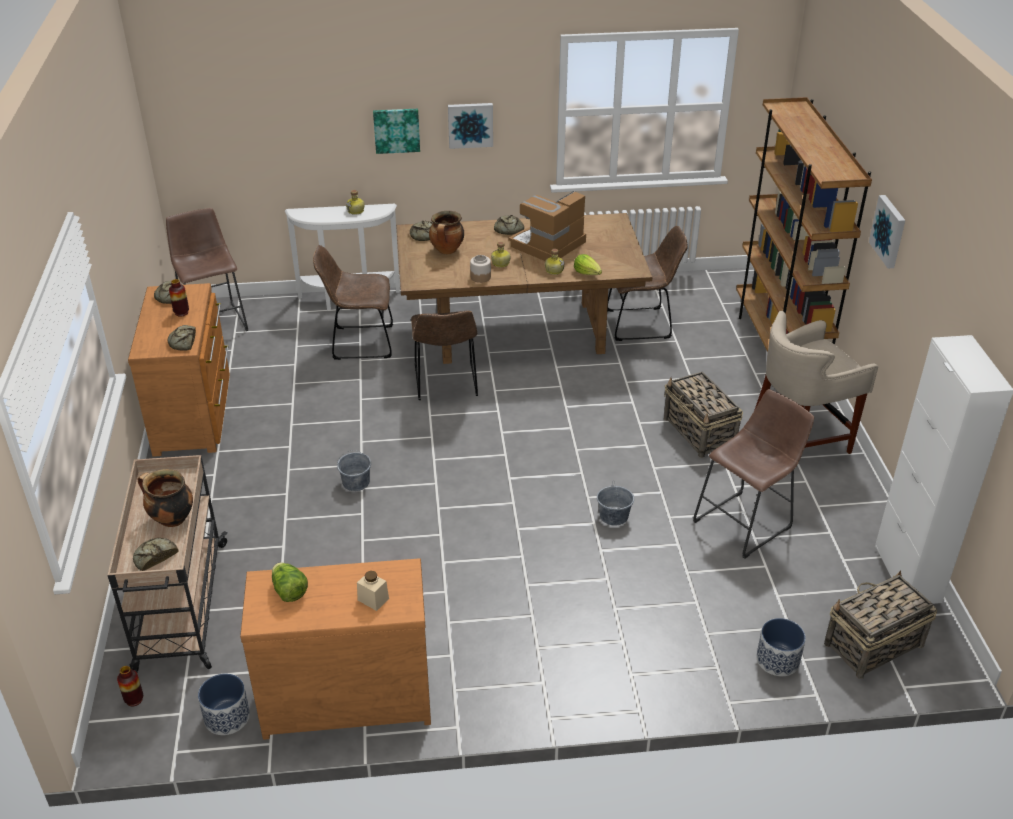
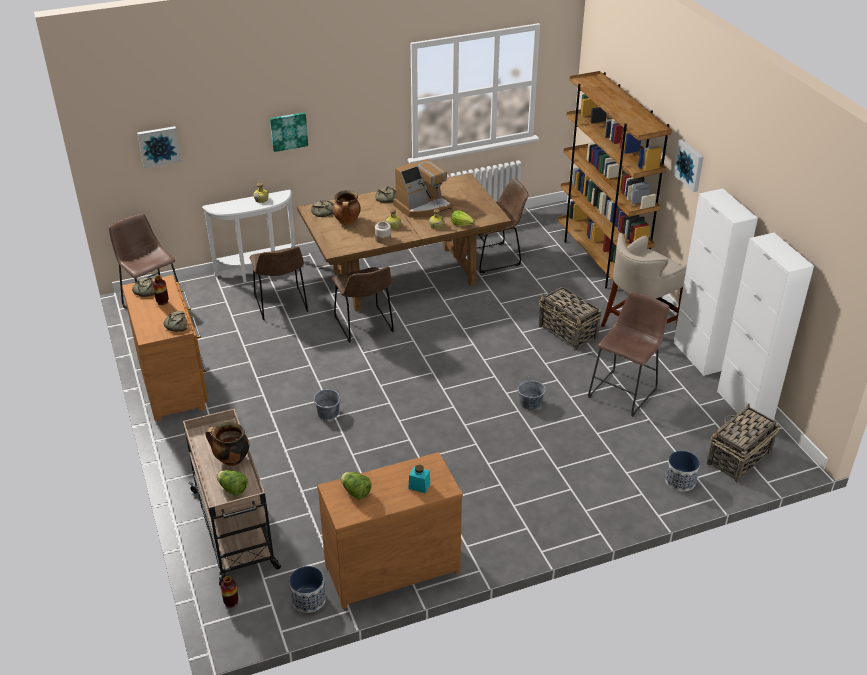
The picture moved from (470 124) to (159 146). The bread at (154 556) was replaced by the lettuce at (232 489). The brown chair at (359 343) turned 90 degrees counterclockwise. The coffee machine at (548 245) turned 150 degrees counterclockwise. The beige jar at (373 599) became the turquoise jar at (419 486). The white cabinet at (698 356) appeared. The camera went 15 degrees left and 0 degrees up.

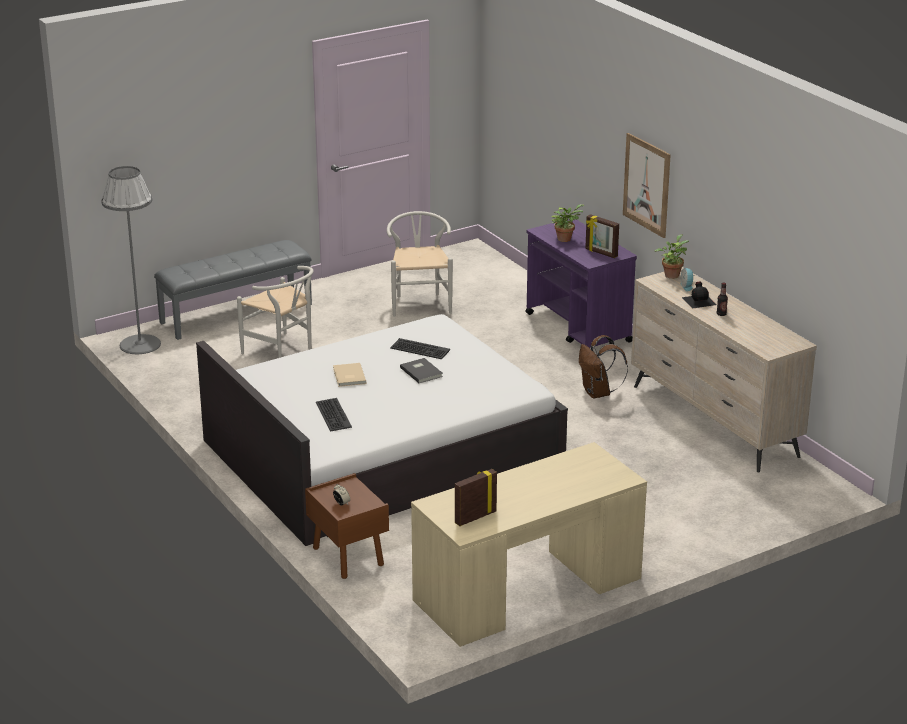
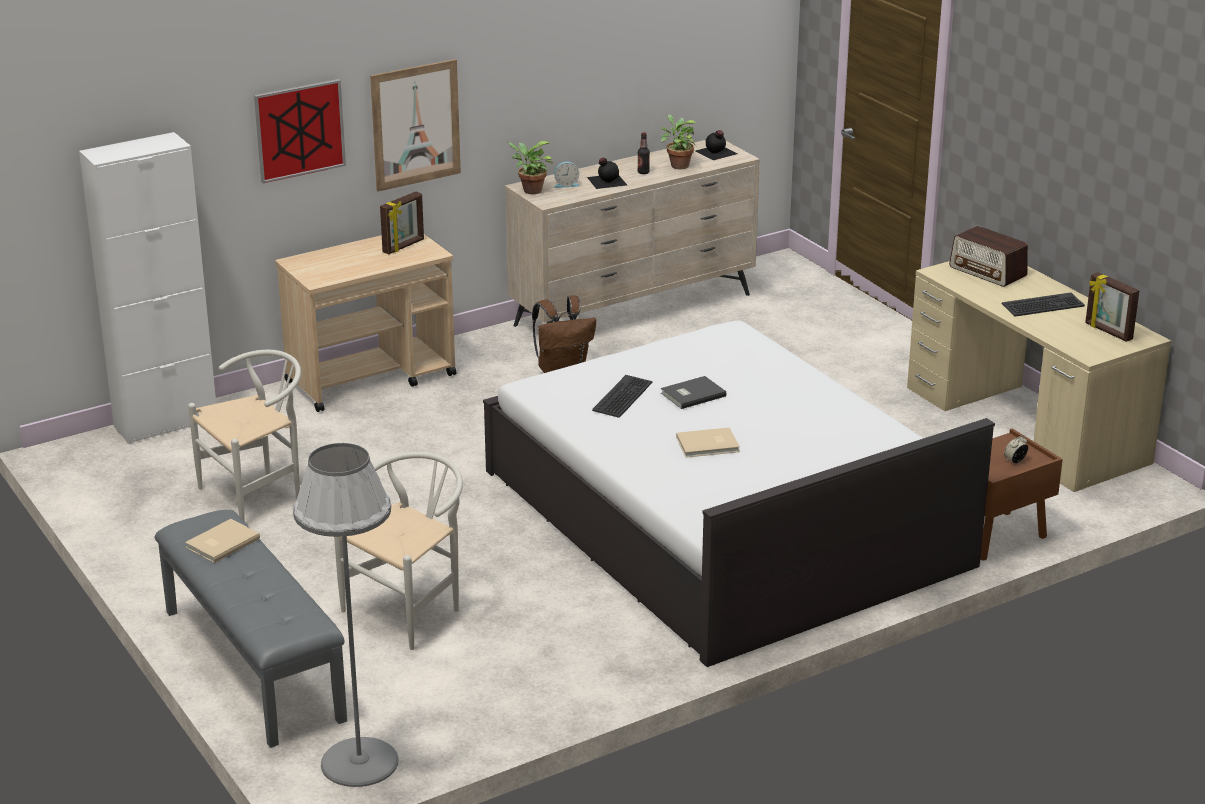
The white cabinet at (166 423) appeared. The beige book at (221 543) appeared. The white chair at (419 303) turned 150 degrees clockwise. The picture at (299 130) appeared. The purple cart at (578 328) became the beige cart at (372 378). The potted plant moved from (565 238) to (678 165). The black bottle at (716 152) appeared. The radio at (988 272) appeared. The keyboard moved from (333 415) to (1043 306). The camera went 90 degrees left and 0 degrees up.

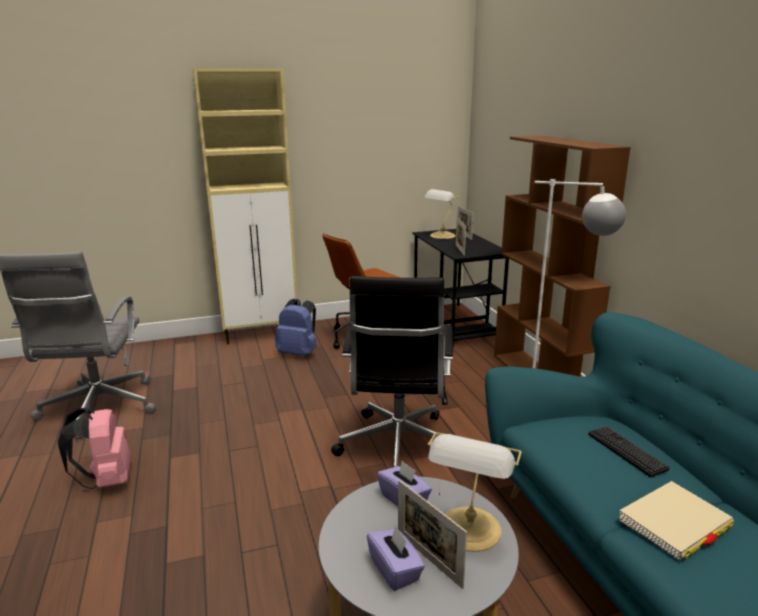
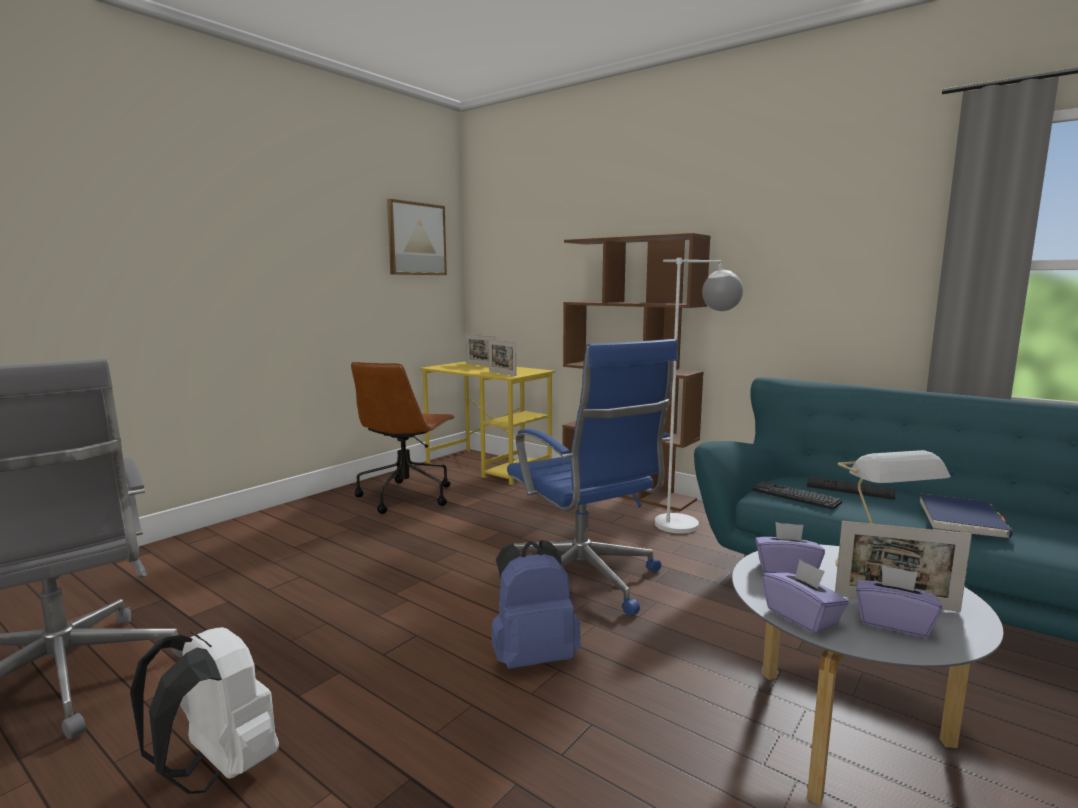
The pink backpack at (107 480) became the white backpack at (219 769). The picture at (416 239) appeared. The black desk at (455 324) became the yellow desk at (488 466). The blue backpack moved from (299 353) to (533 657). The black office chair at (398 448) became the blue office chair at (584 581). The keyboard at (795 496) appeared. The purple tissue box at (802 617) appeared. The beige book at (674 523) became the blue book at (961 520). The beige cabinet at (262 334) disappeared. The table lamp at (441 236) disappeared. The camera went 35 degrees left and 10 degrees down.

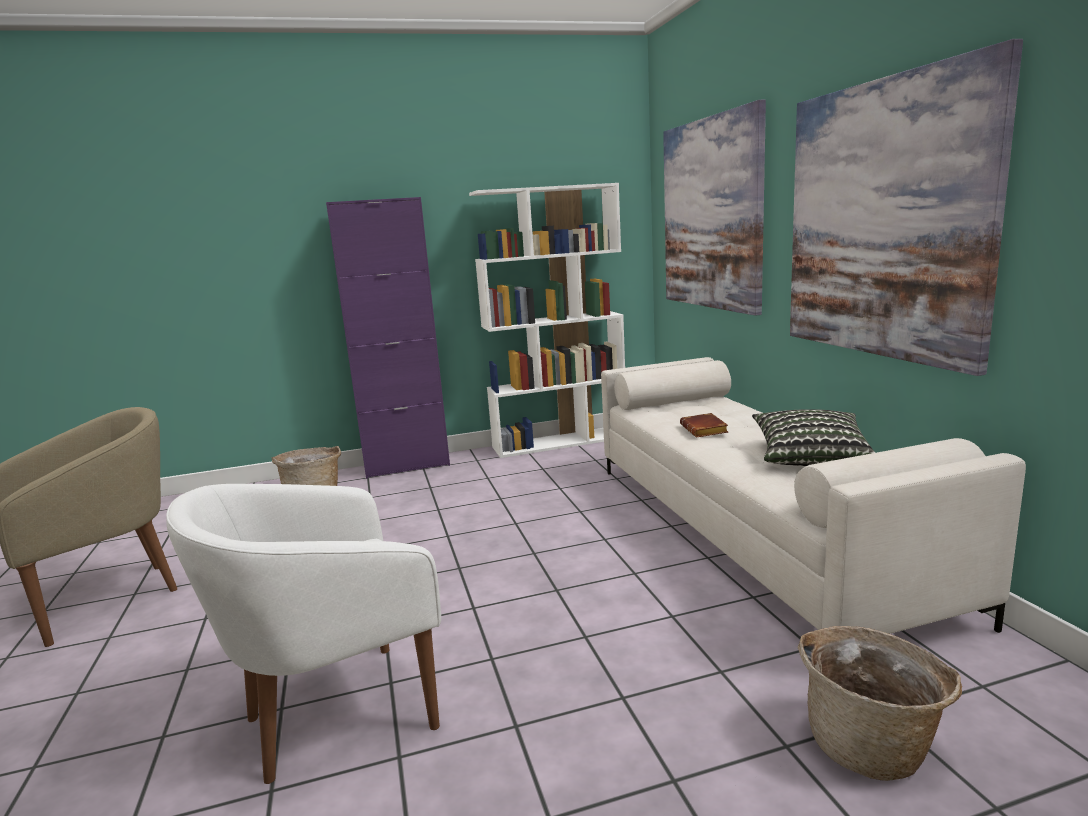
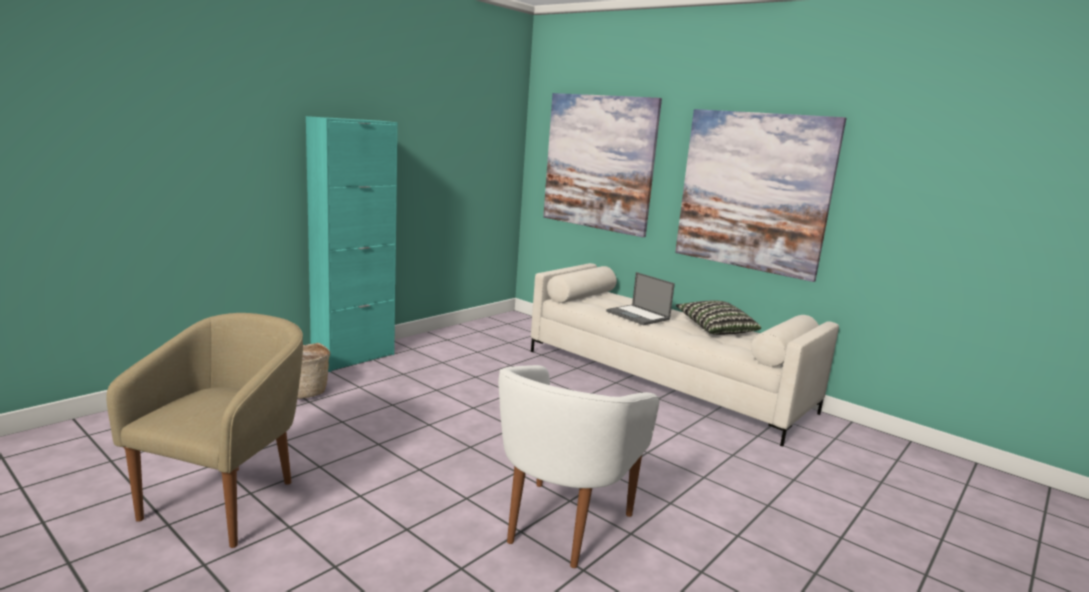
The purple cabinet at (407 466) became the turquoise cabinet at (353 358). The brown book at (705 430) was replaced by the laptop at (638 315). The white bookcase at (560 442) disappeared. The basket at (871 745) disappeared. The camera went 35 degrees left and 0 degrees up.

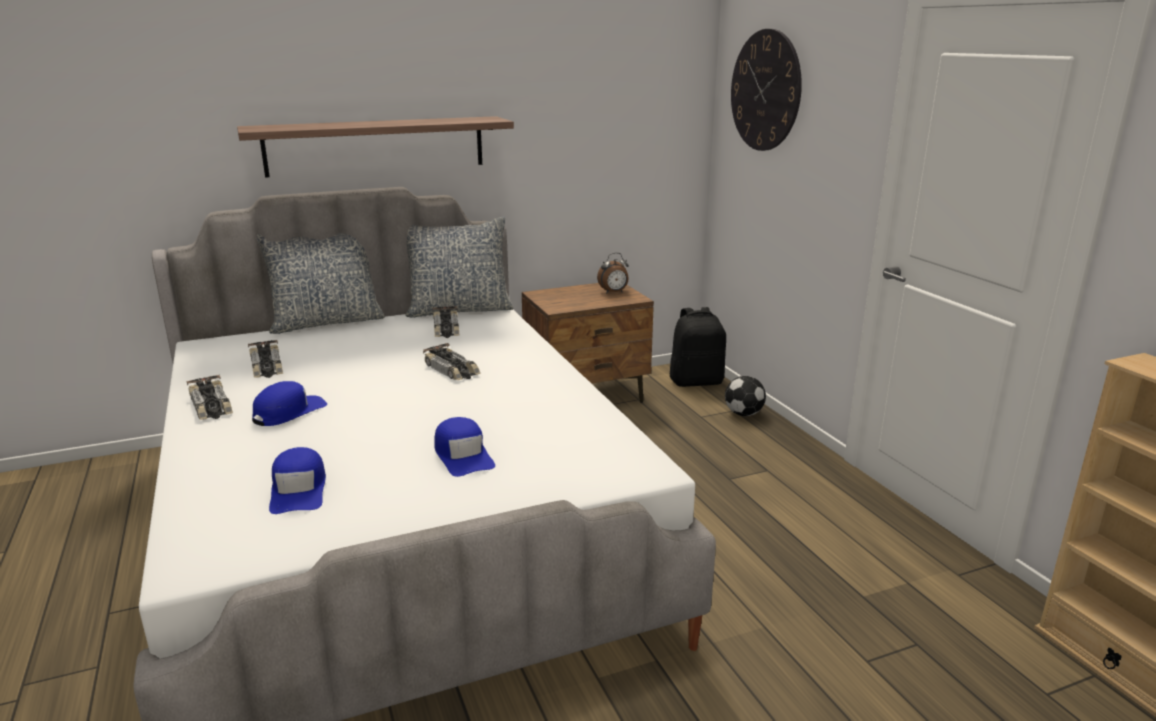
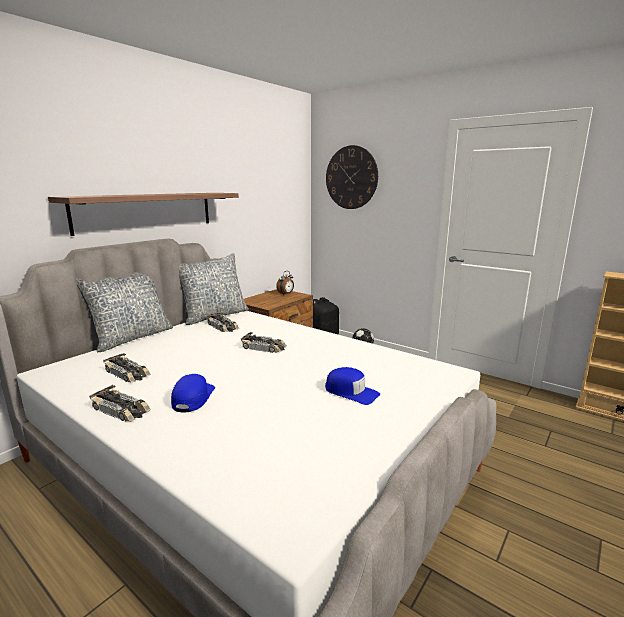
The blue cap at (299 490) disappeared. The camera went 30 degrees left and 5 degrees down.

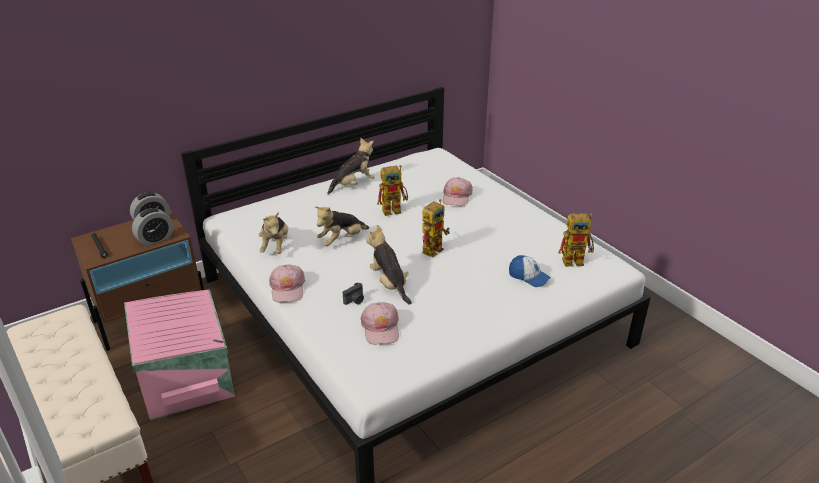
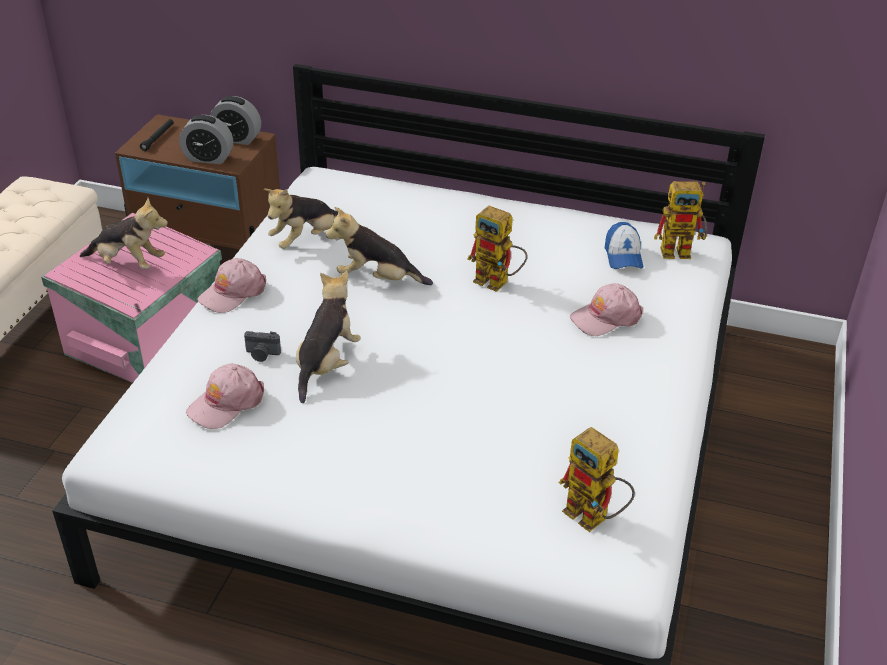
The plush toy moved from (353 185) to (128 263). The cap moved from (528 277) to (623 256). The toy robot moved from (434 248) to (682 251). The camera went 50 degrees right and 5 degrees up.

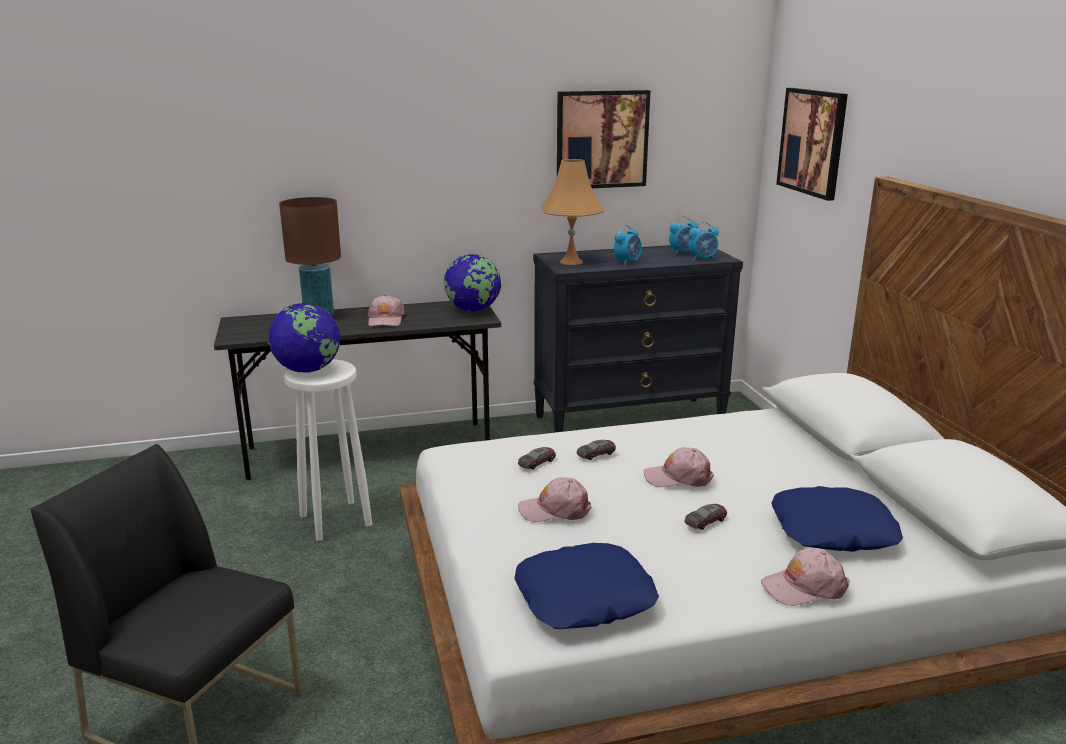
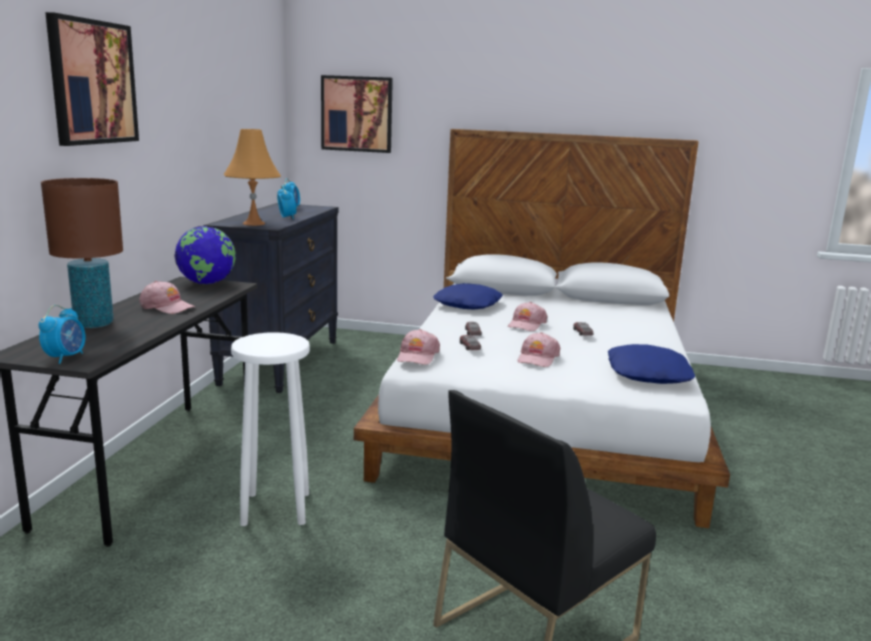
The alarm clock moved from (702 259) to (66 357). The picture moved from (601 139) to (92 82). The pink cap moved from (804 587) to (417 356). The blue pillow moved from (833 531) to (468 304). The globe at (308 370) disappeared. The camera went 65 degrees left and 5 degrees down.

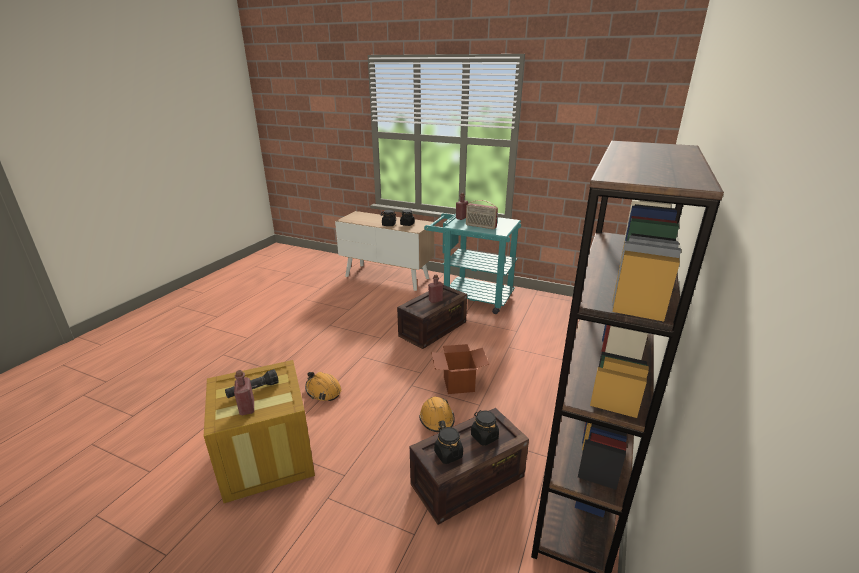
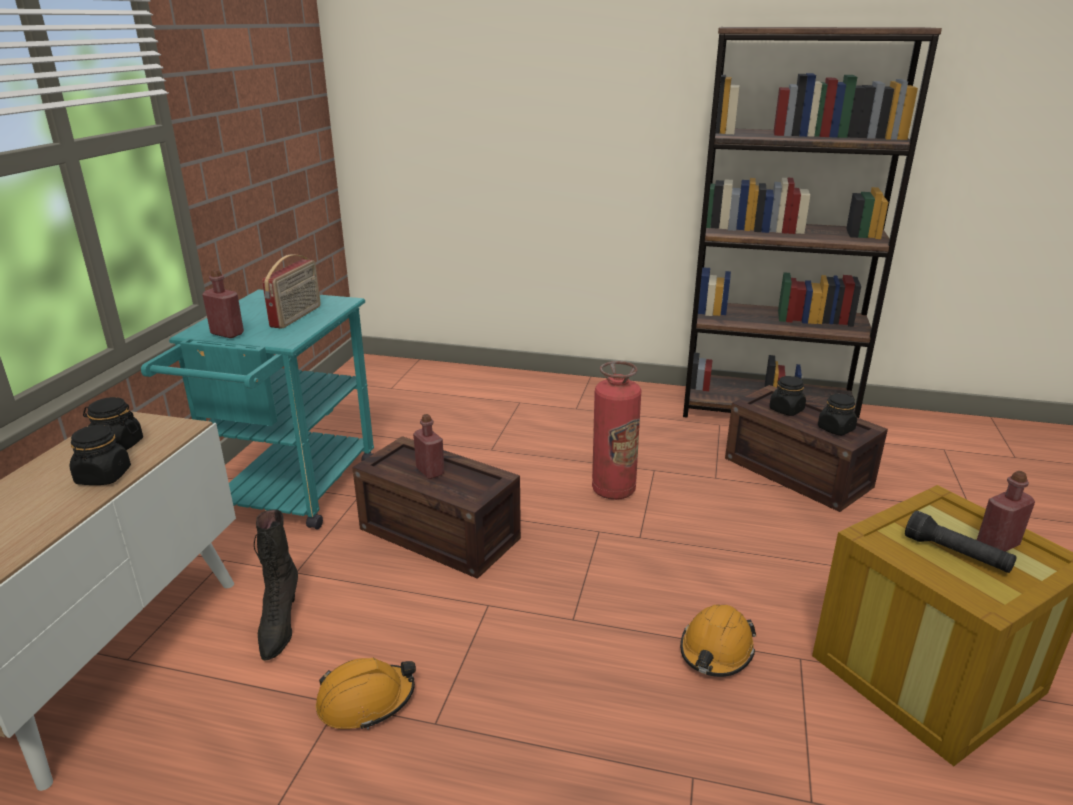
The black boot at (279 626) appeared. The orange hard hat moved from (437 419) to (366 701). The cardboard box at (459 384) was replaced by the fire extinguisher at (613 490). The camera went 100 degrees left and 0 degrees up.

